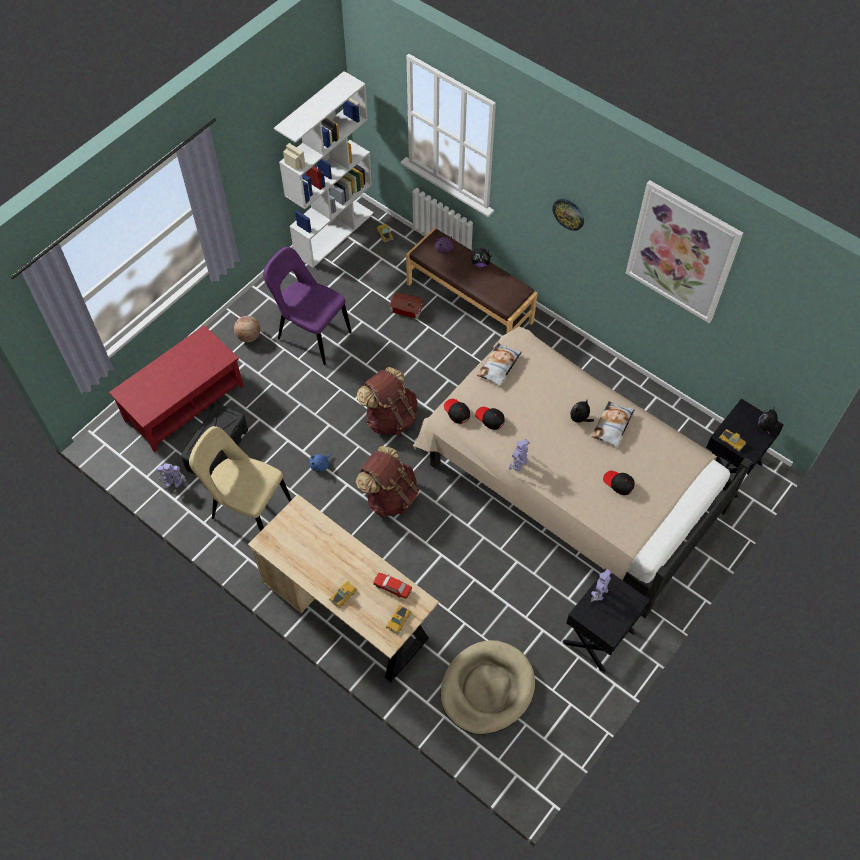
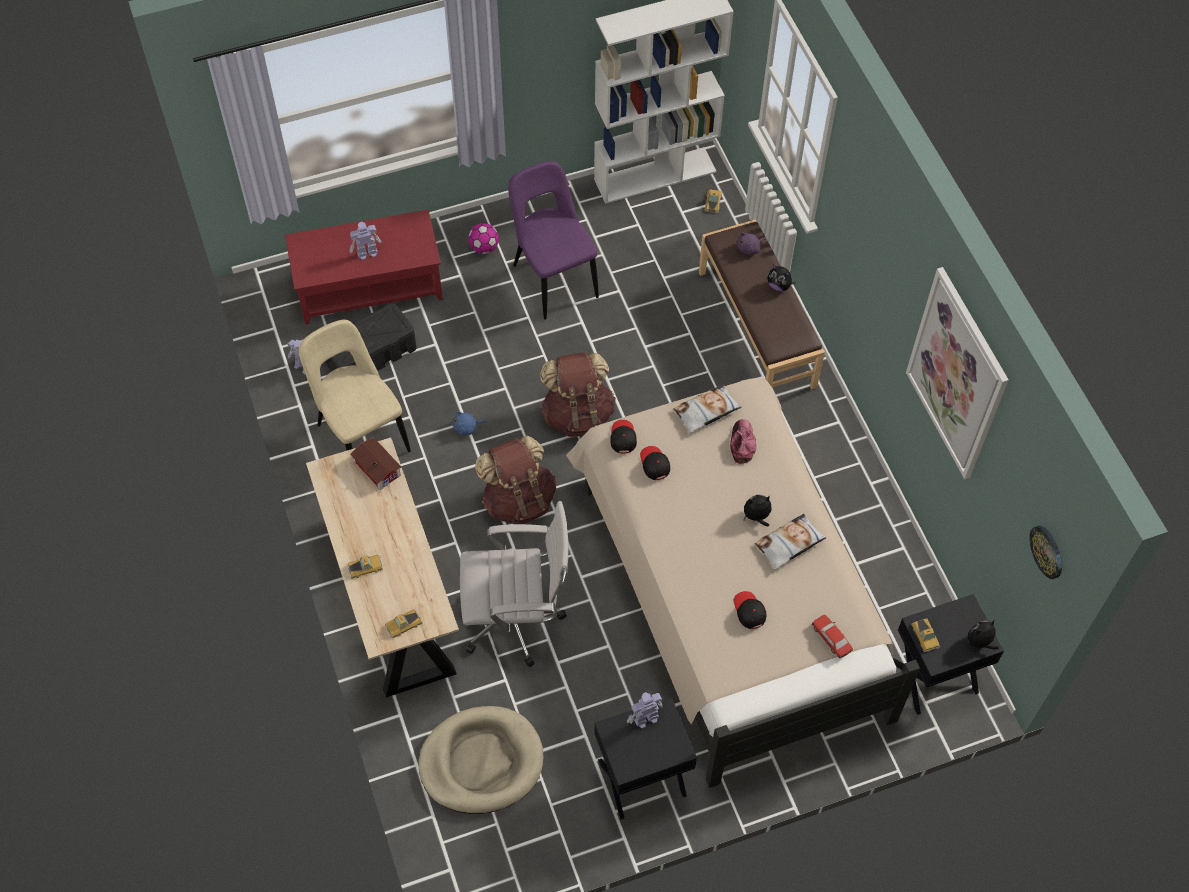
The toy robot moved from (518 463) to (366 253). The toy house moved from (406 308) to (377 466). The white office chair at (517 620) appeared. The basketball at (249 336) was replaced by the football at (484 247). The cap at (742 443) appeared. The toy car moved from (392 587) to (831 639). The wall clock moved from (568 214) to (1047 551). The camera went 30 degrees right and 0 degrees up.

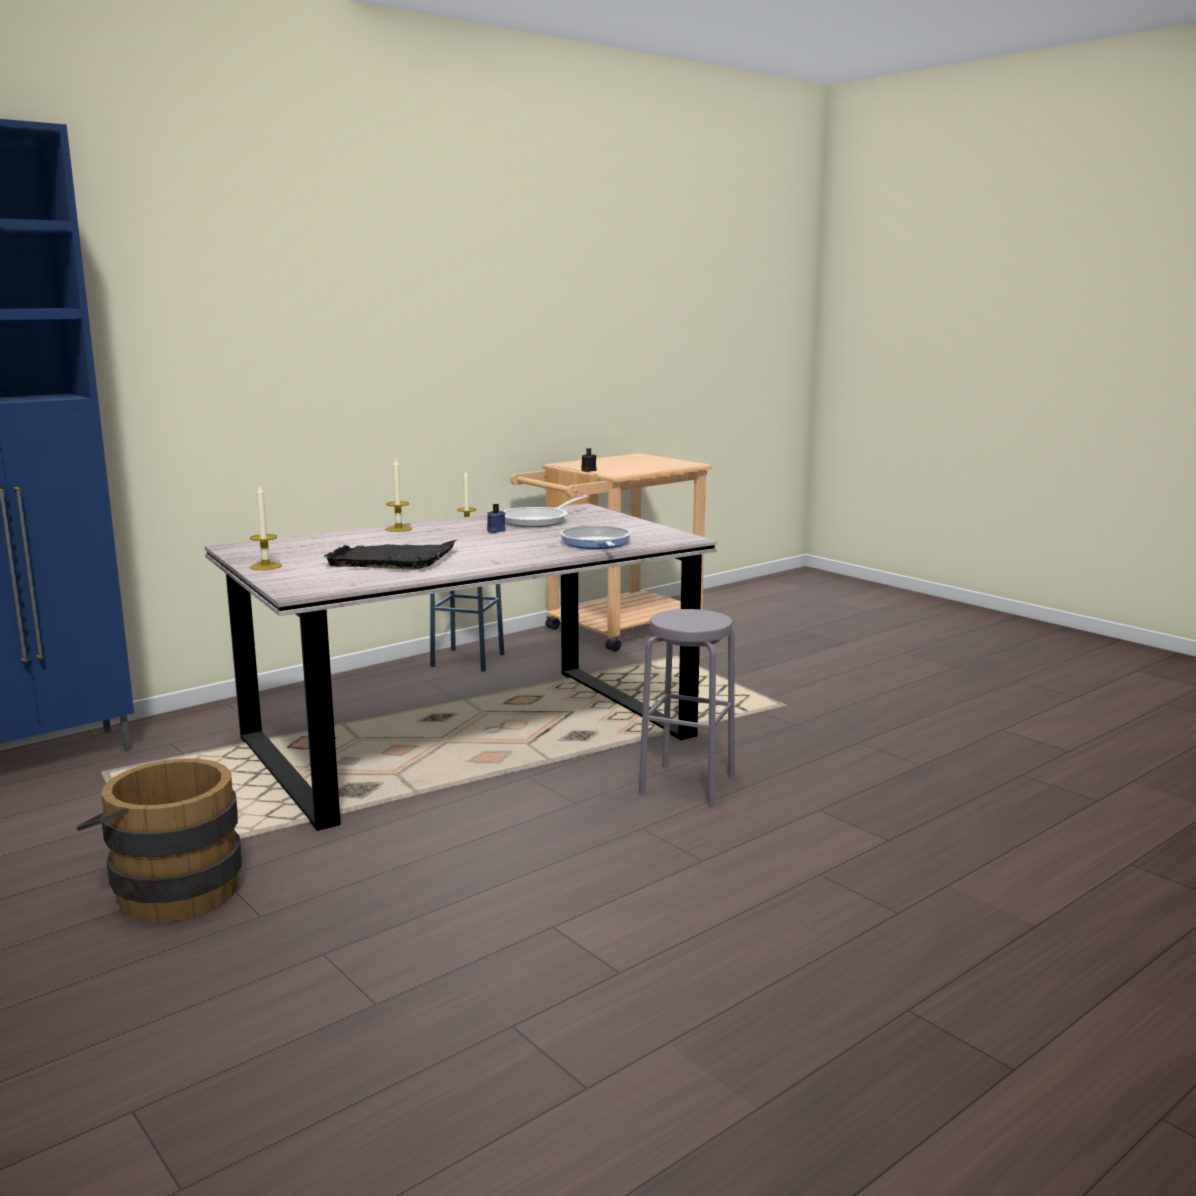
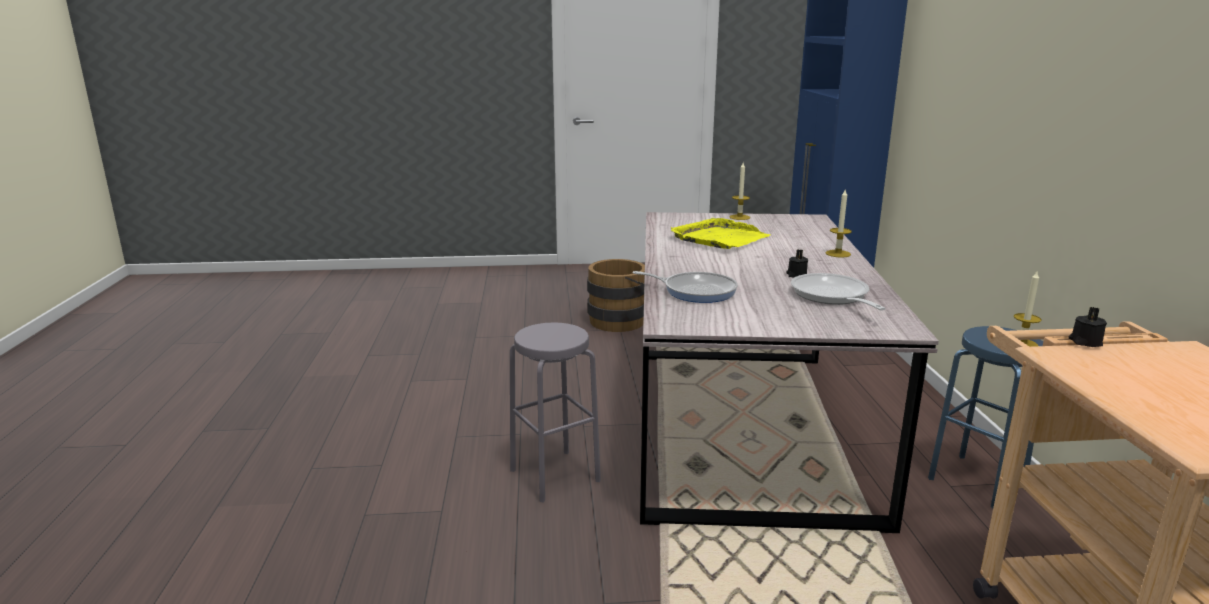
The black tray at (393 559) became the yellow tray at (720 238). The blue candle at (495 530) became the black candle at (796 275). The camera went 125 degrees right and 5 degrees up.

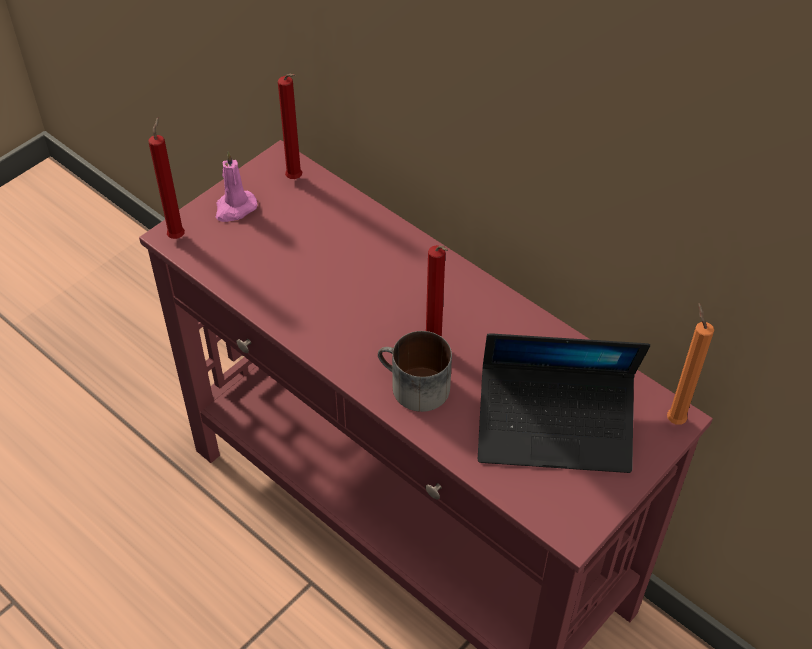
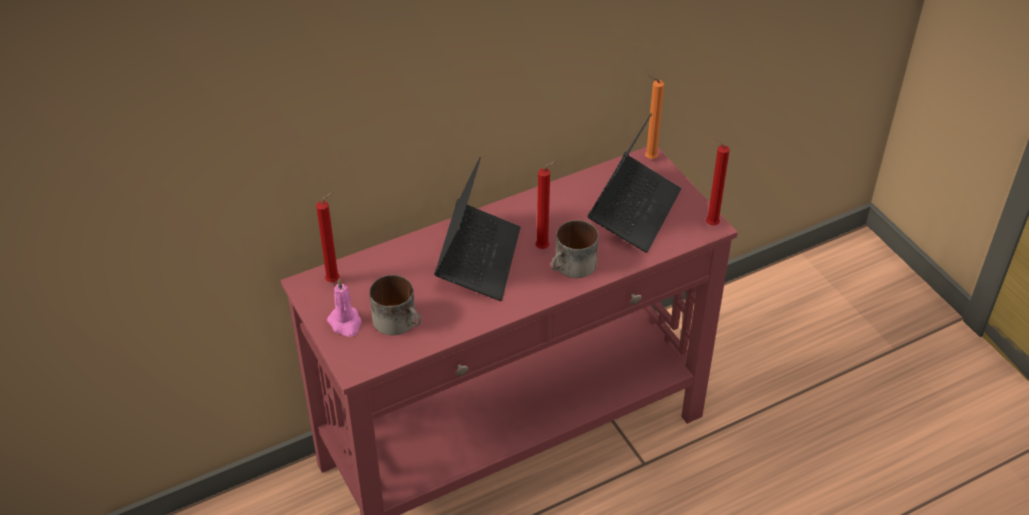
The mug at (400 321) appeared. The laptop at (478 259) appeared. The red candle moved from (177 235) to (710 224). The camera went 70 degrees left and 5 degrees down.

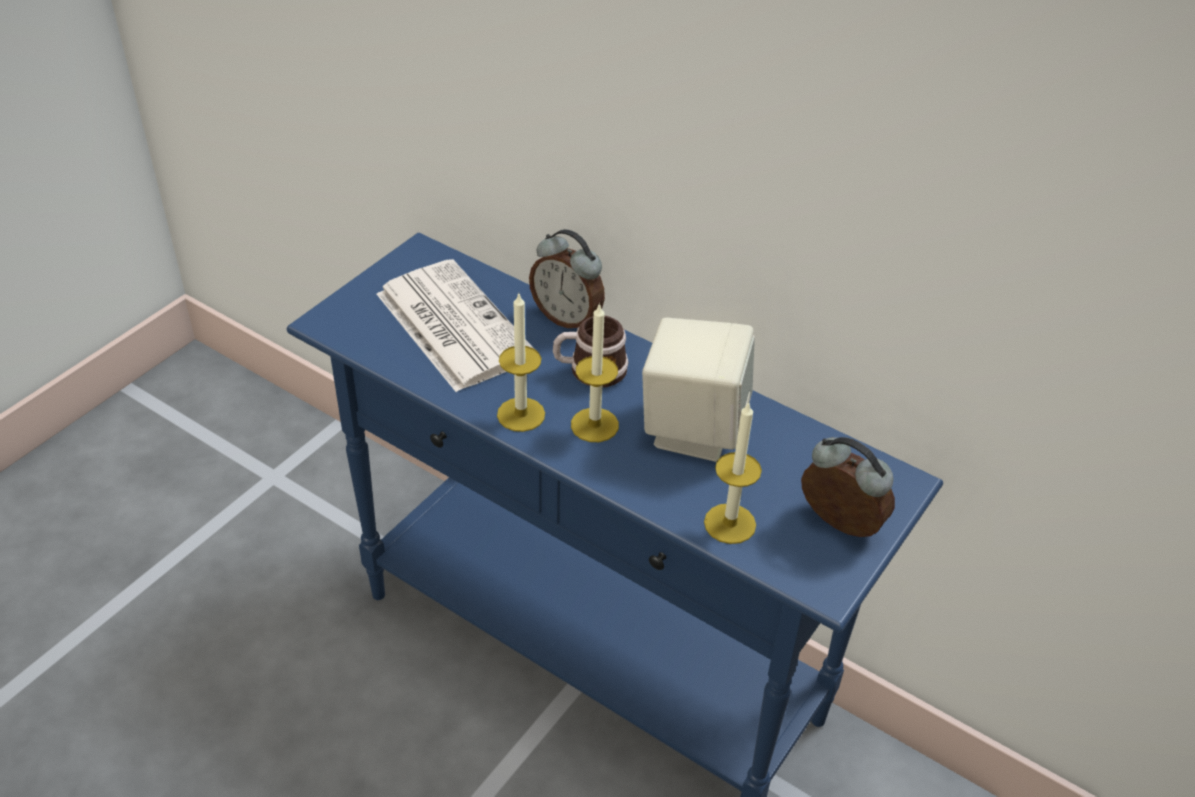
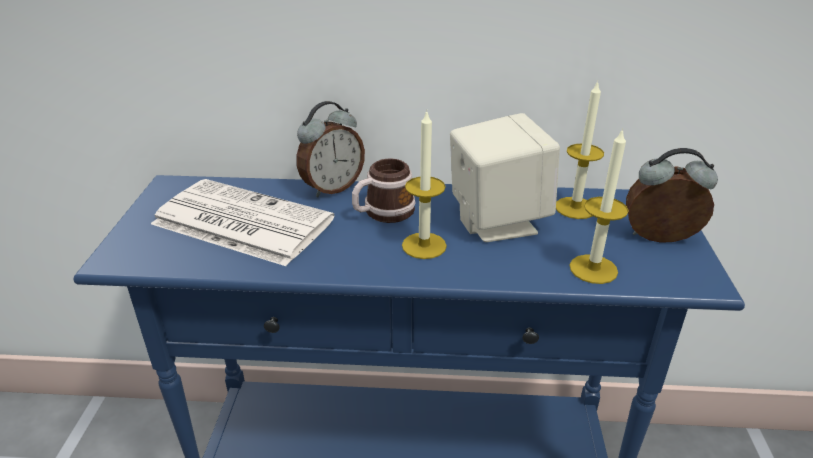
The alarm clock at (567 317) turned 45 degrees counterclockwise. The candle moved from (521 414) to (575 208). The camera went 30 degrees left and 10 degrees down.

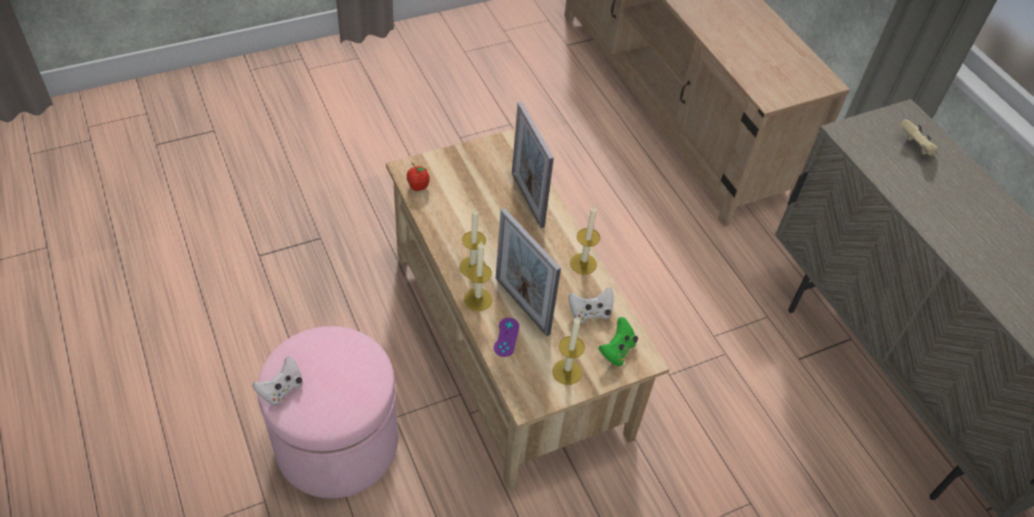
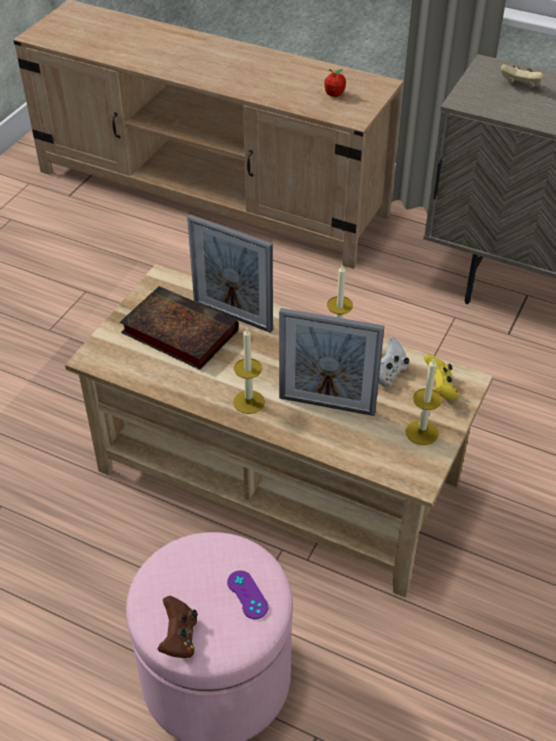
The book at (177 332) appeared. The white game controller at (281 389) became the brown game controller at (179 638). The purple game controller moved from (506 337) to (247 594). The apple moved from (418 186) to (334 94). The green game controller at (617 350) became the yellow game controller at (440 388). The candle at (478 299) disappeared. The camera went 35 degrees left and 5 degrees down.

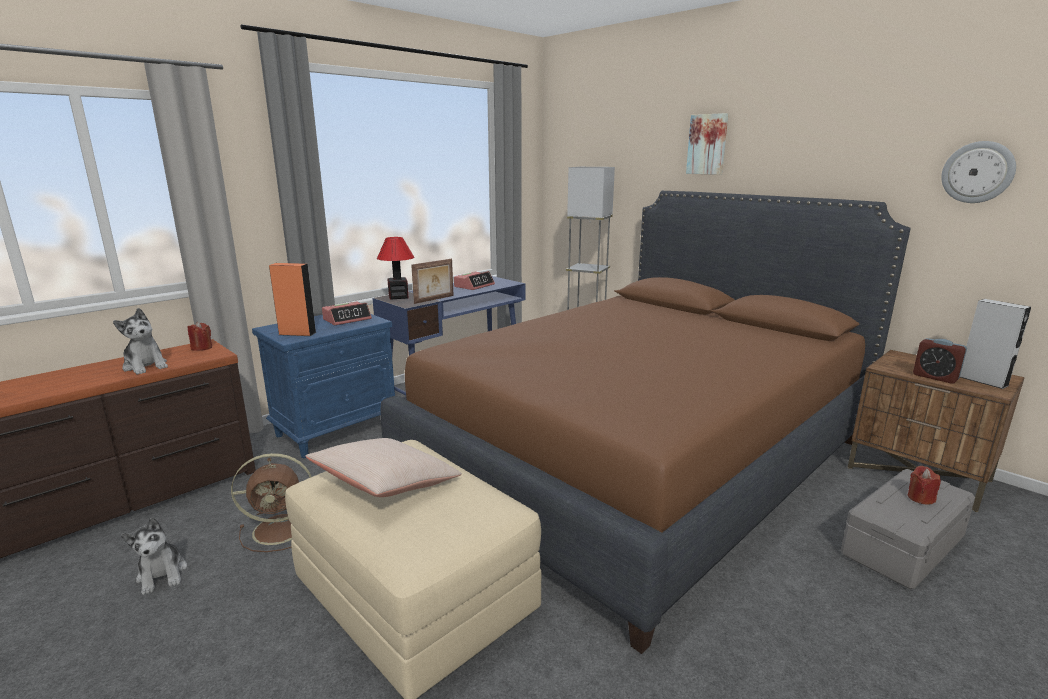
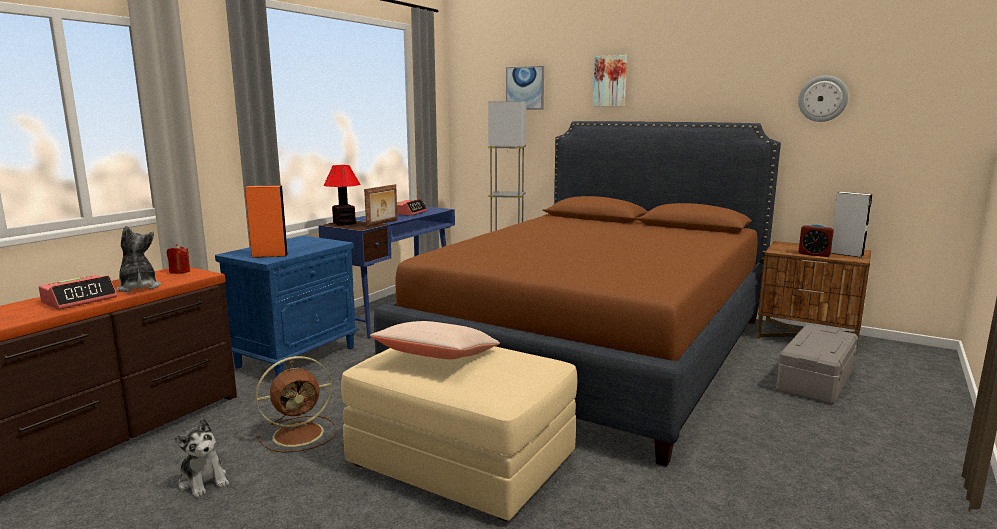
The alarm clock moved from (347 319) to (80 300). The plush toy at (146 366) turned 150 degrees counterclockwise. The picture at (525 88) appeared. The red candle at (920 498) disappeared. The camera went 15 degrees left and 5 degrees down.

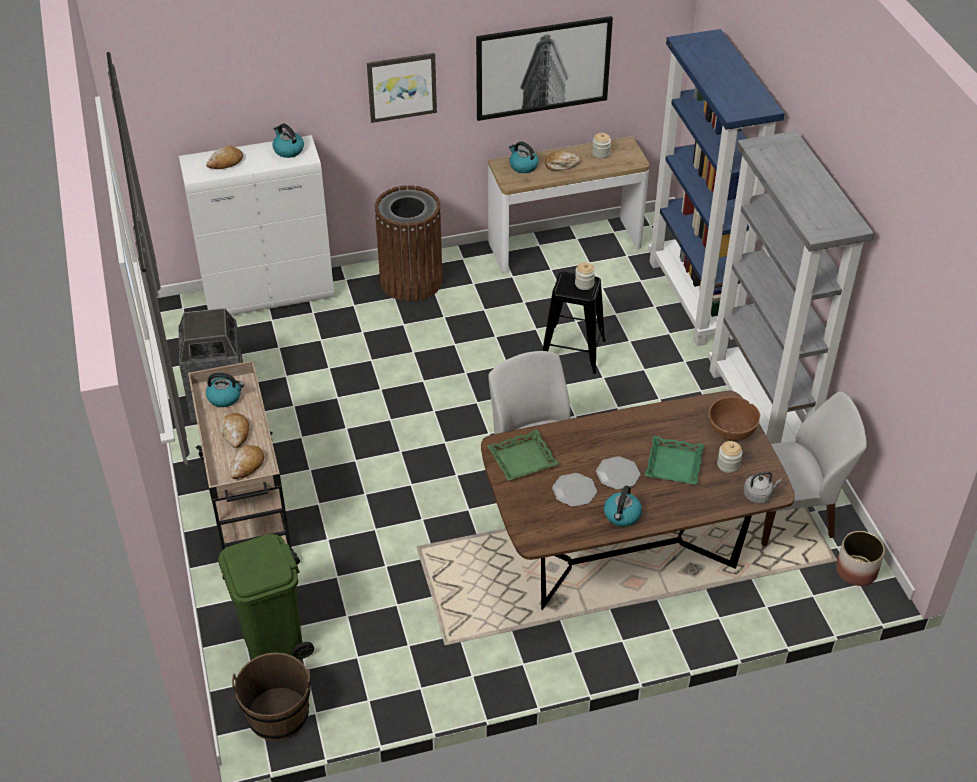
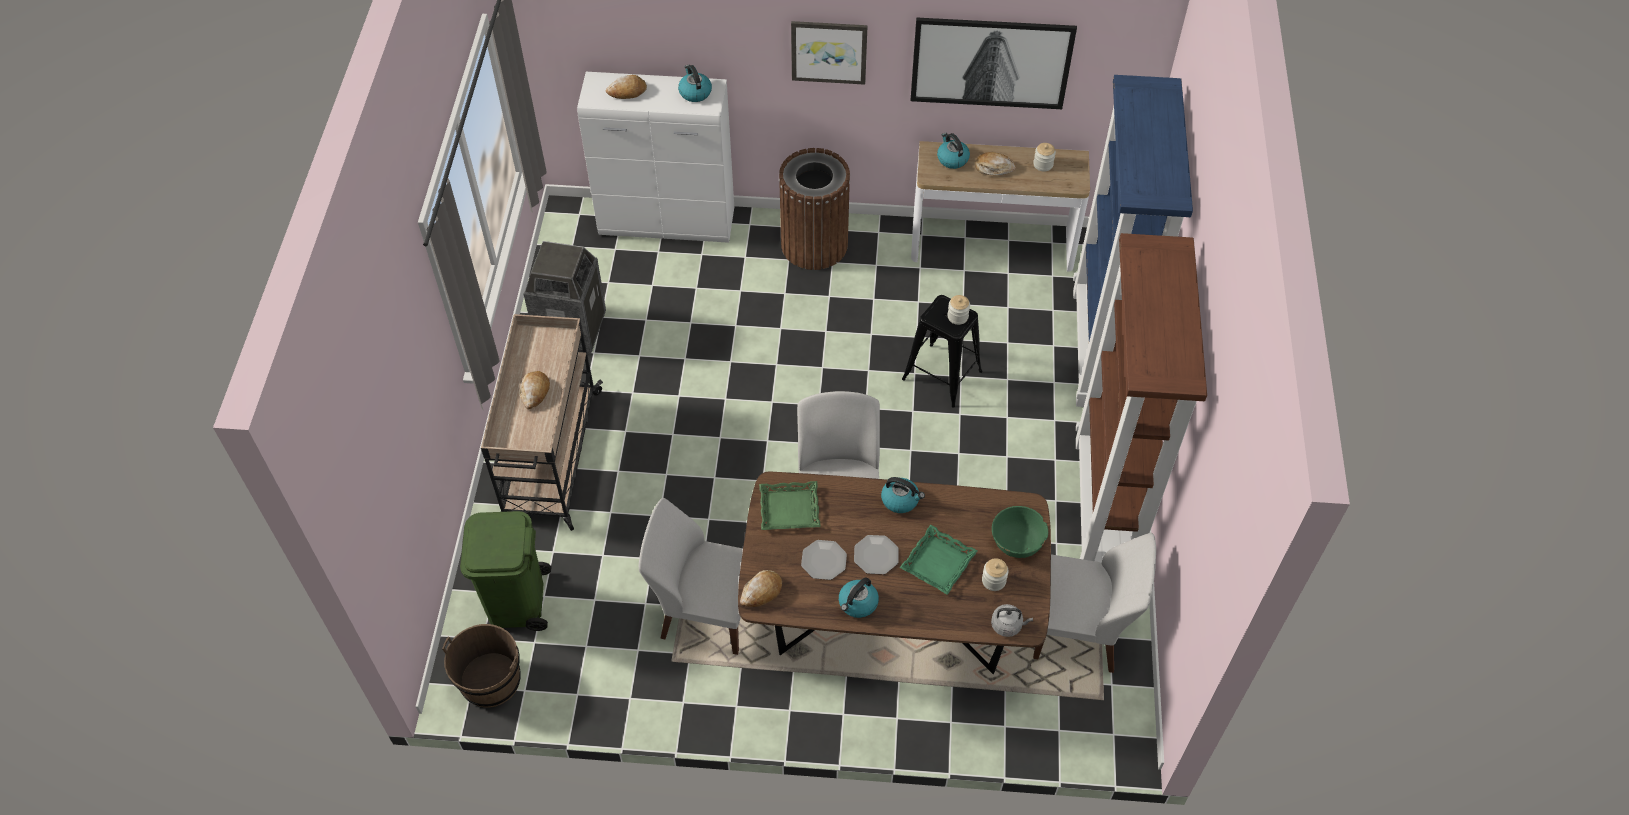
The white chair at (705 612) appeared. The bread moved from (247 465) to (761 592). The kettle moved from (225 397) to (900 500). The brown bowl at (731 430) became the green bowl at (1017 542). The grey bookcase at (760 415) became the brown bookcase at (1105 507). The planter at (856 571) disappeared. The camera went 20 degrees right and 10 degrees up.

